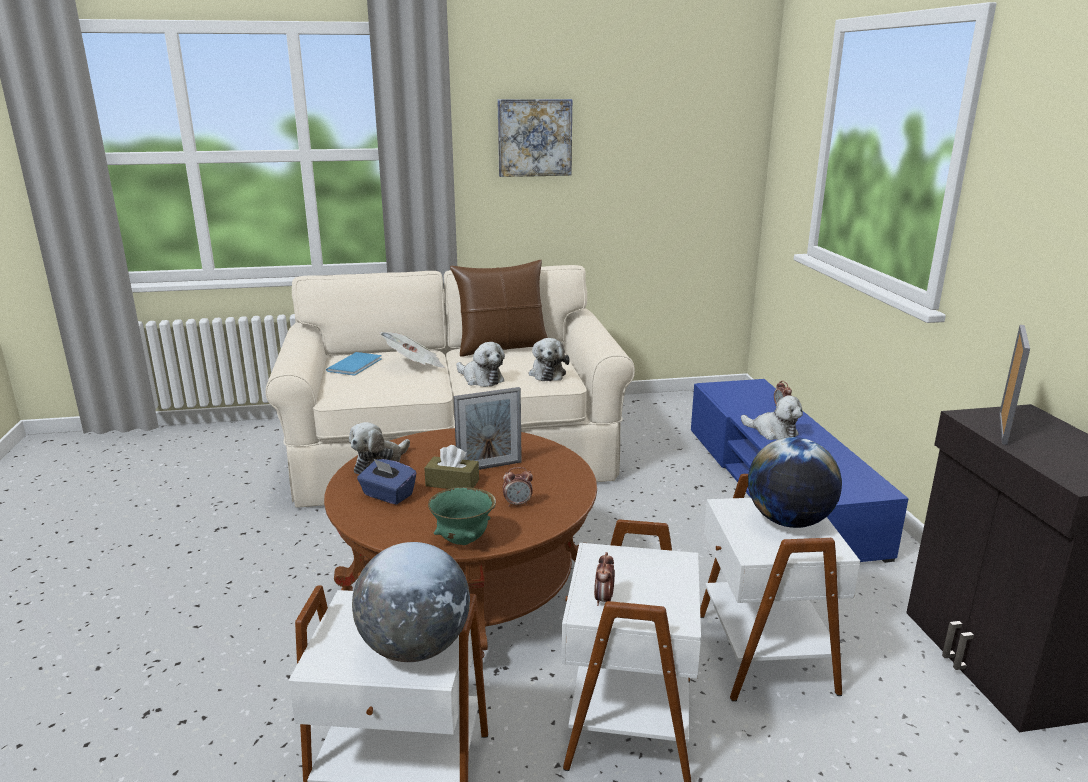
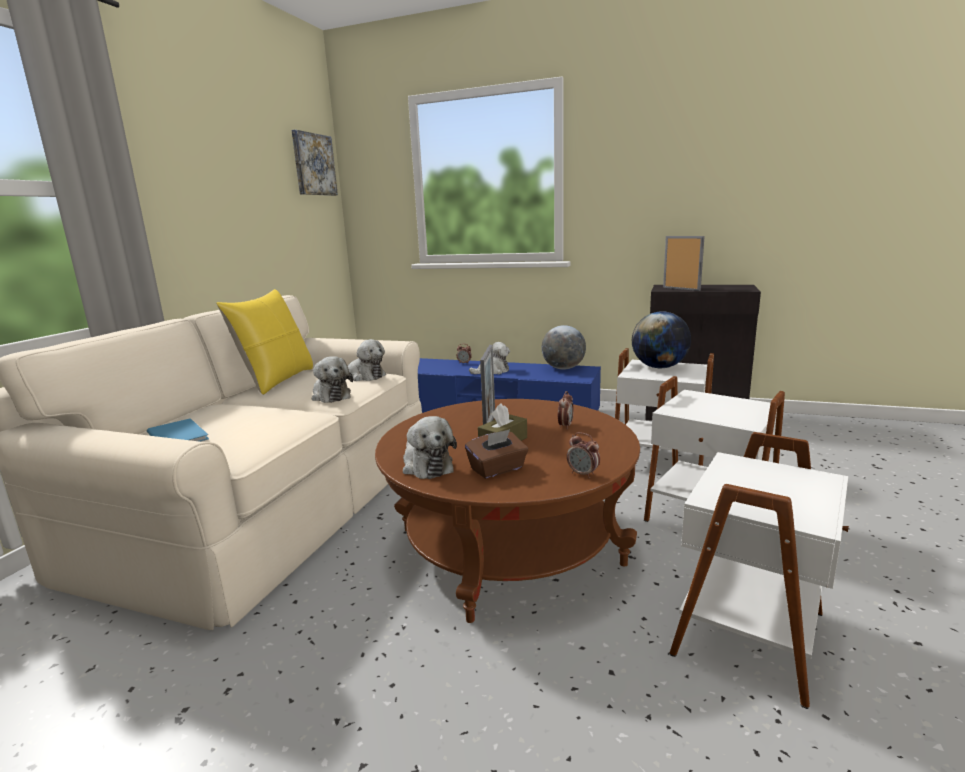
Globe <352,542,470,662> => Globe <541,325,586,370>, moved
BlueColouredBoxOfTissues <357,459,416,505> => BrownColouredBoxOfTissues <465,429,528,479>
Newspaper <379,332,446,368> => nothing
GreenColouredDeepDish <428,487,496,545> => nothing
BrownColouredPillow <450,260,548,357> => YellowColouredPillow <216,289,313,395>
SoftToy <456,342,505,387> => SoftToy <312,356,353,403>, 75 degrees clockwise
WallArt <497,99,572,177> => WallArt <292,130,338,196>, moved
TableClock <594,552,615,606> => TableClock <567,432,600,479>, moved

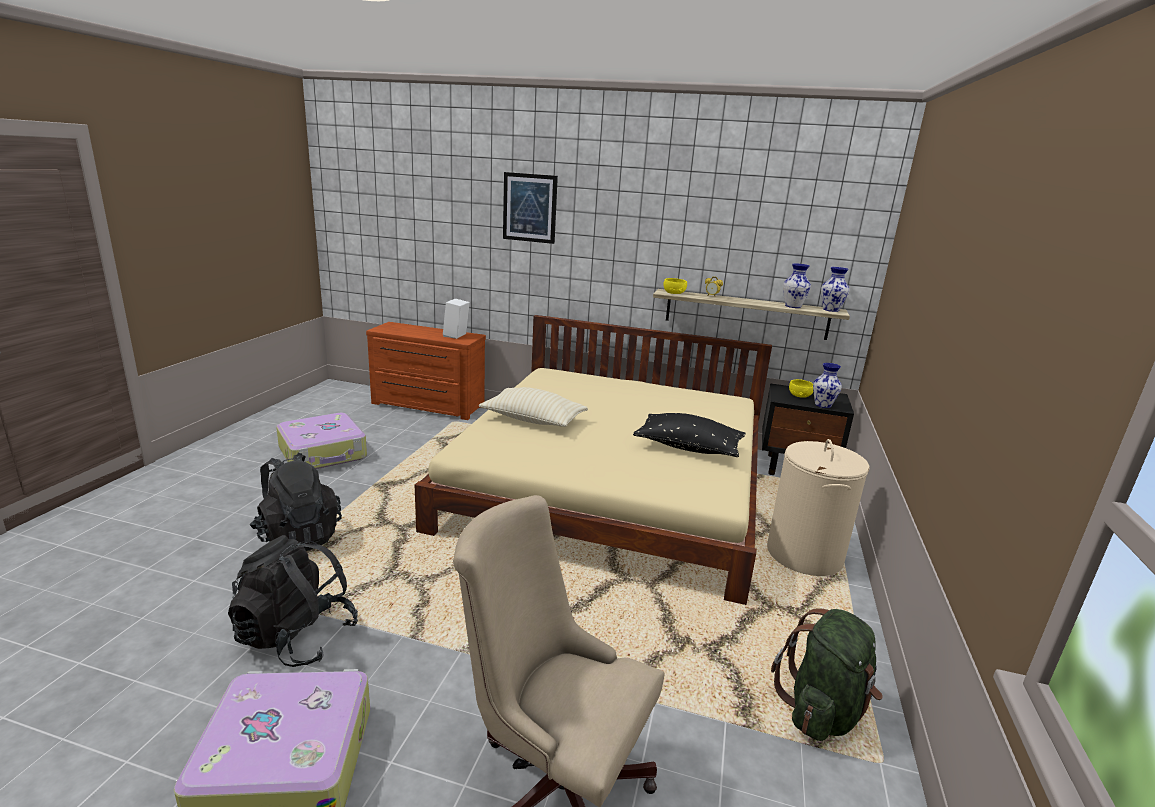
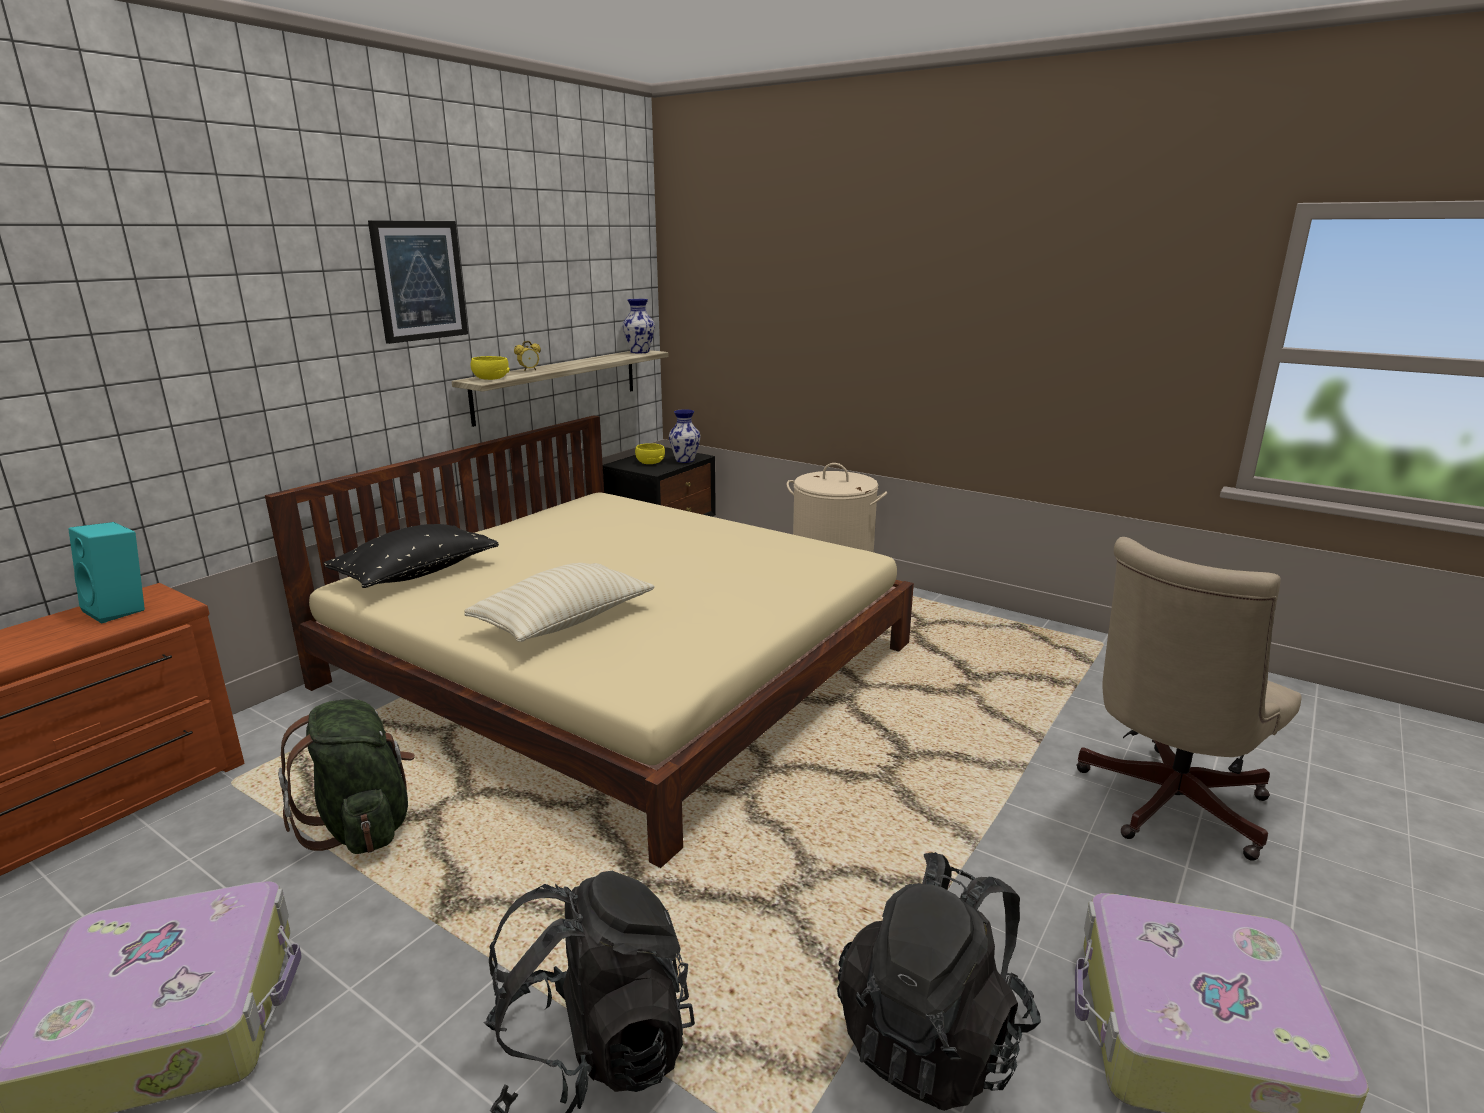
WhitishSpeaker <443,298,470,339> => TurquoiseColouredSpeaker <68,522,145,624>
WallArt <503,172,558,244> => WallArt <368,220,468,344>, moved
BlackColouredPillow <633,413,746,457> => BlackColouredPillow <324,524,499,588>, moved
GreenColouredBackpack <771,608,883,741> => GreenColouredBackpack <278,699,415,854>, moved
DecorativeVase <783,263,811,308> => nothing

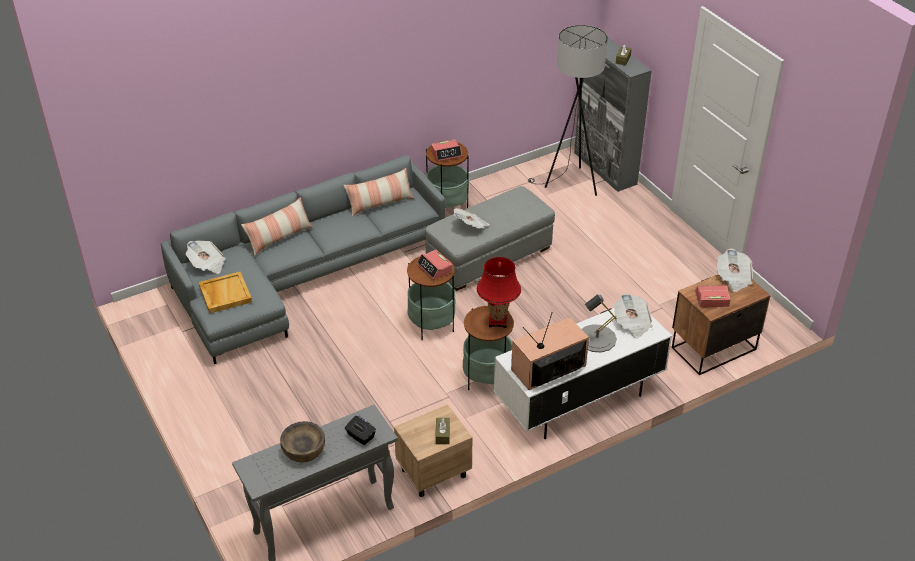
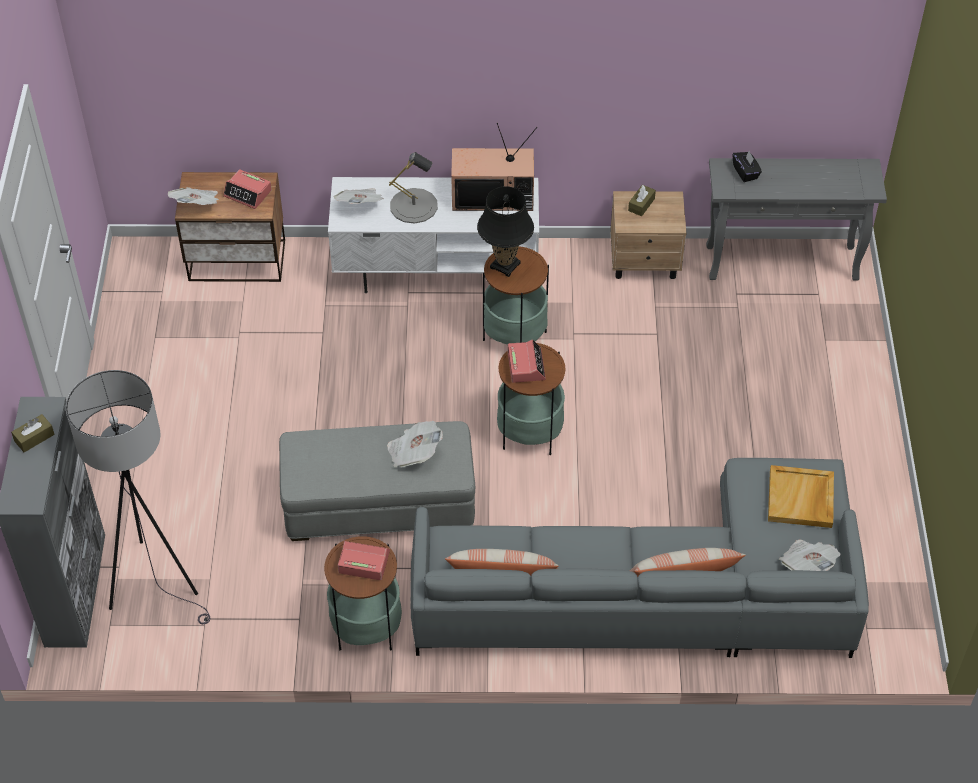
BrownColouredDeepDish <280,421,325,463> => nothing
RedTabletopLamp <477,257,521,328> => BlackColouredTabletopLamp <477,186,534,277>

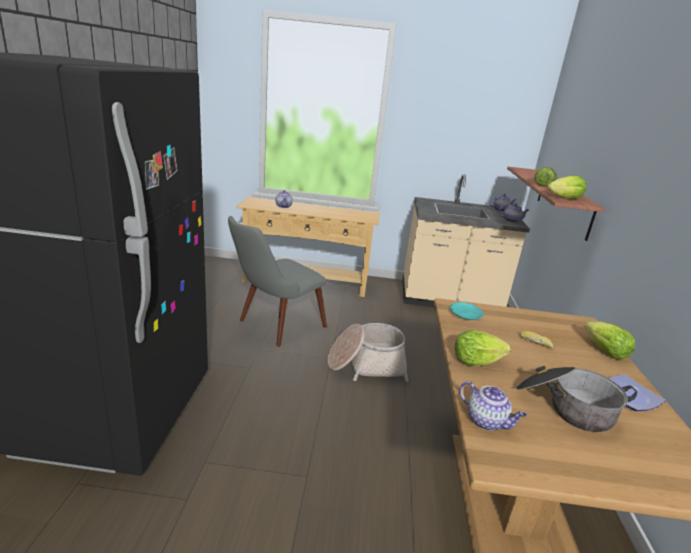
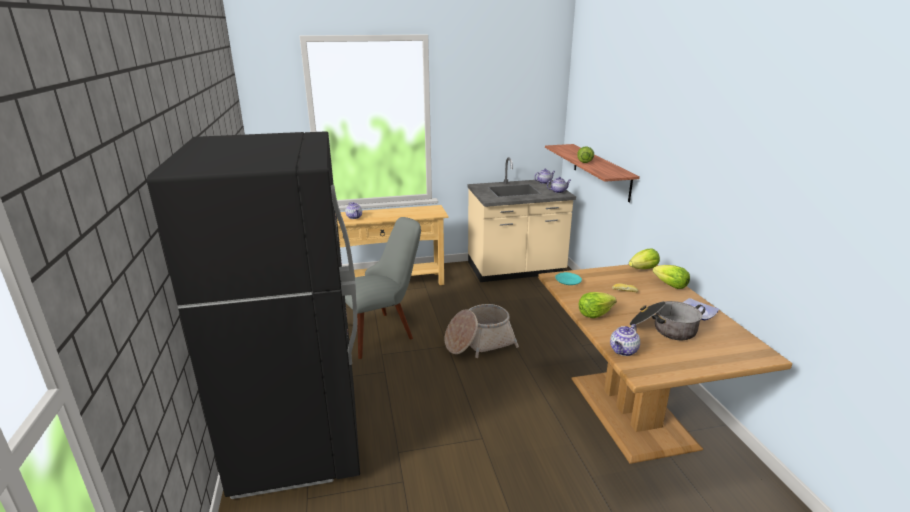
GreyUprightChair <228,216,327,347> => GreyUprightChair <345,217,421,359>, 150 degrees counterclockwise
TeaPot <459,381,527,431> => TeaPot <610,324,640,356>, 105 degrees clockwise
LettuceHead <547,176,586,199> => LettuceHead <629,249,660,269>, moved

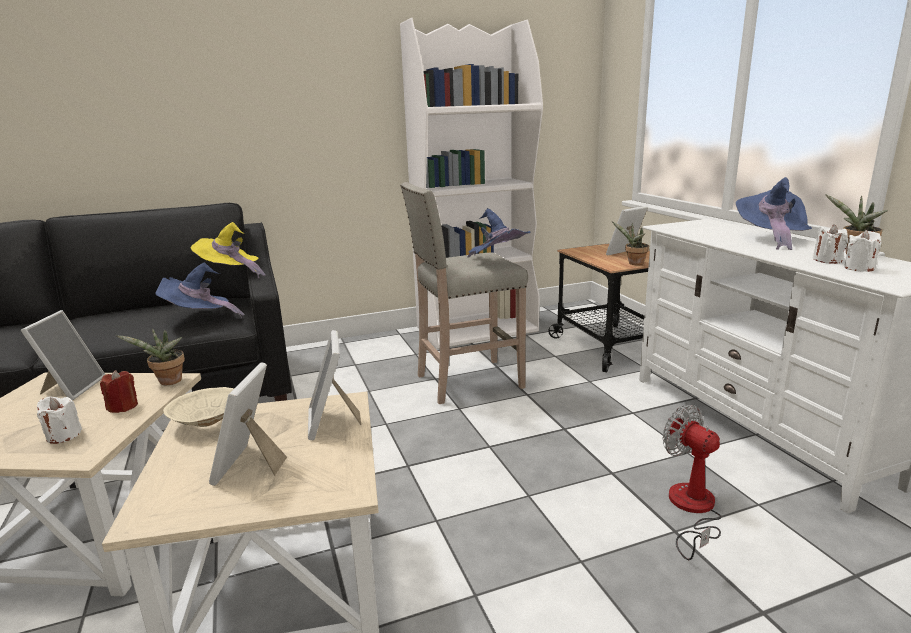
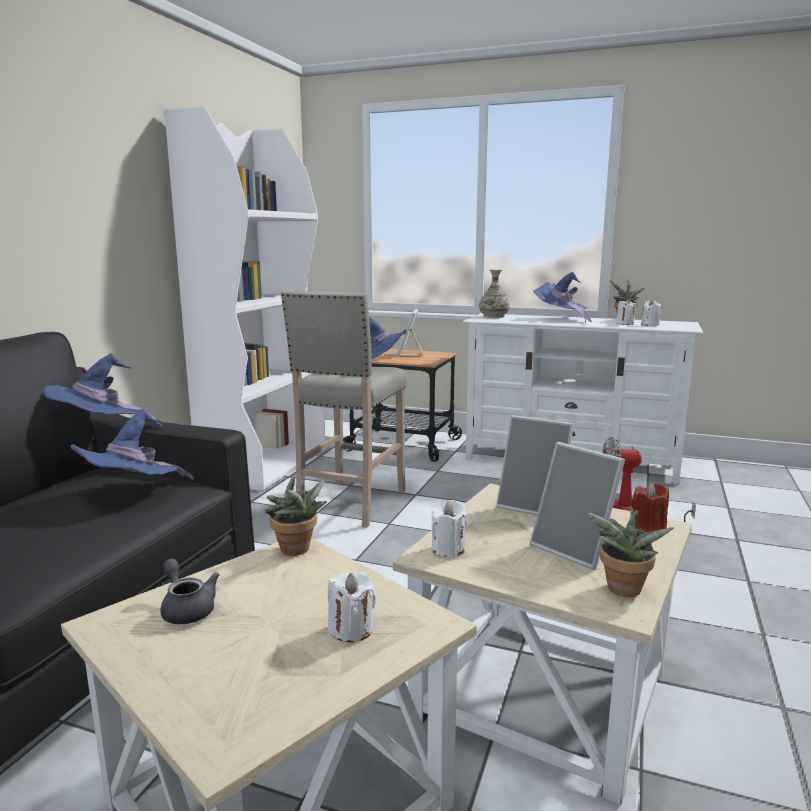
PhotoFrame <21,310,106,400> => GreyTeaPot <160,558,220,624>
RedCandle <100,370,138,413> => RedCandle <631,483,669,532>, moved
BeigeDeepDish <163,387,234,427> => WhitishCandle <431,500,467,557>
YellowColouredClothingHat <191,222,266,278> => BlueColouredClothingHat <44,353,162,427>
PlantInAPot <612,222,649,265> => PlantInAPot <585,507,673,597>, moved
nothing => DecorativeVase <479,269,510,318>

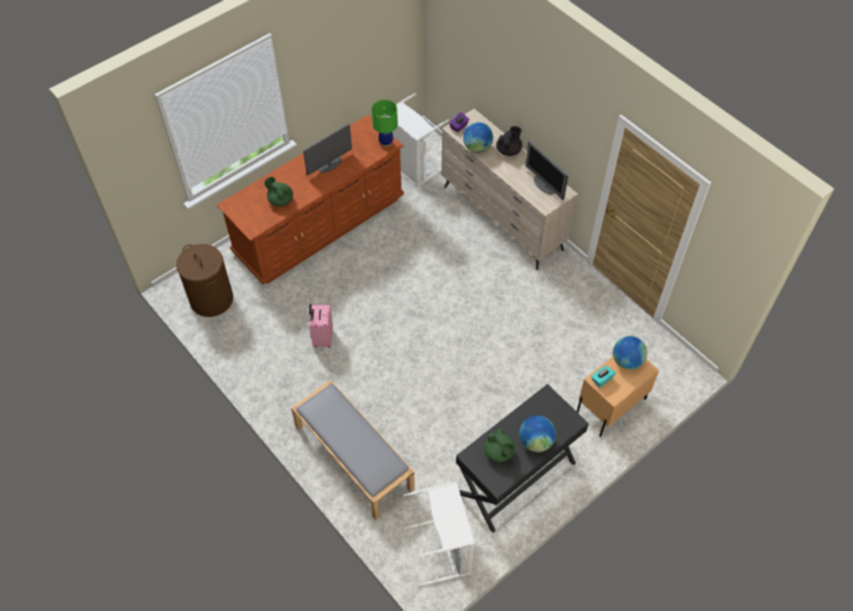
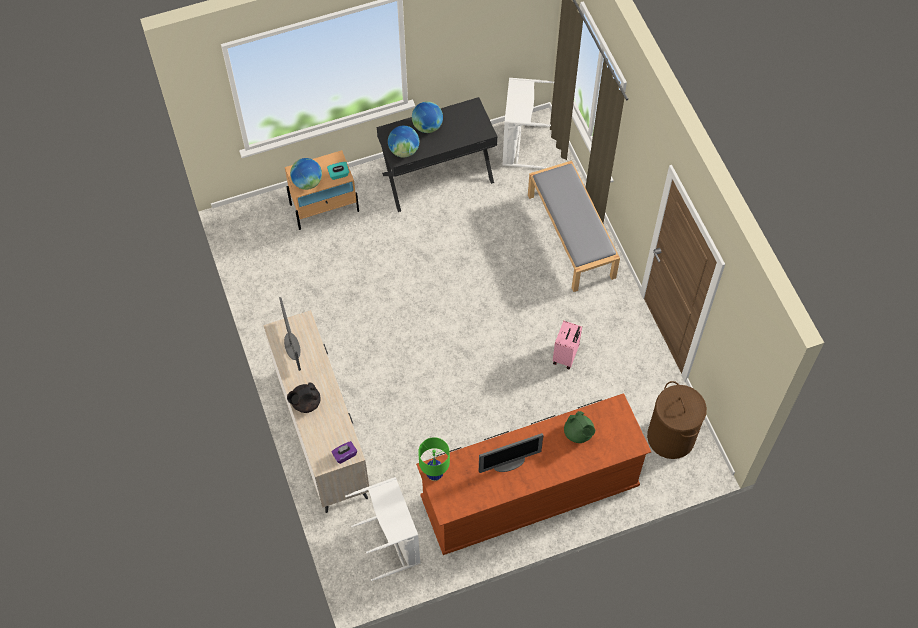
Globe <463,122,493,153> => Globe <388,126,419,158>, moved
GreenColouredTeaPot <484,429,516,462> => nothing

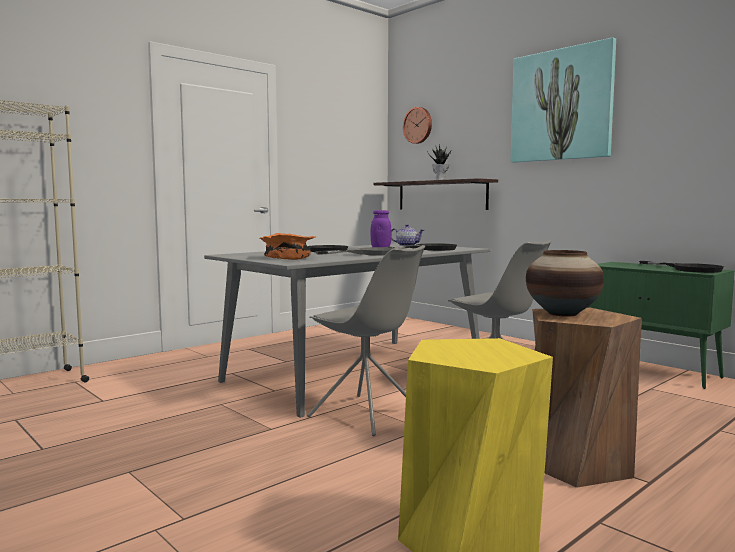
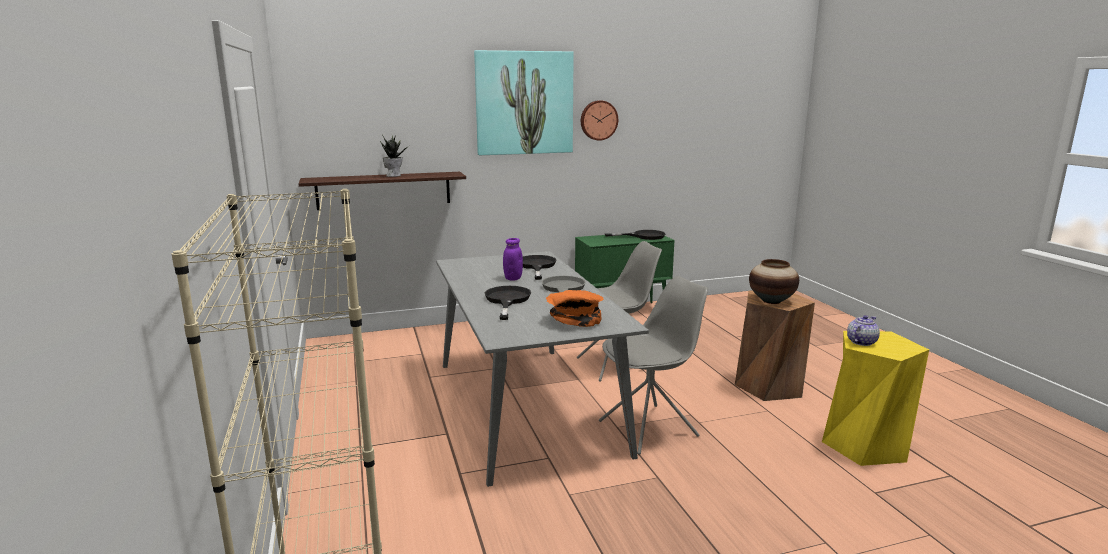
TeaPot <392,224,424,246> => TeaPot <847,315,880,346>, moved
ClockOnTheWall <403,107,432,144> => ClockOnTheWall <581,100,618,141>, moved

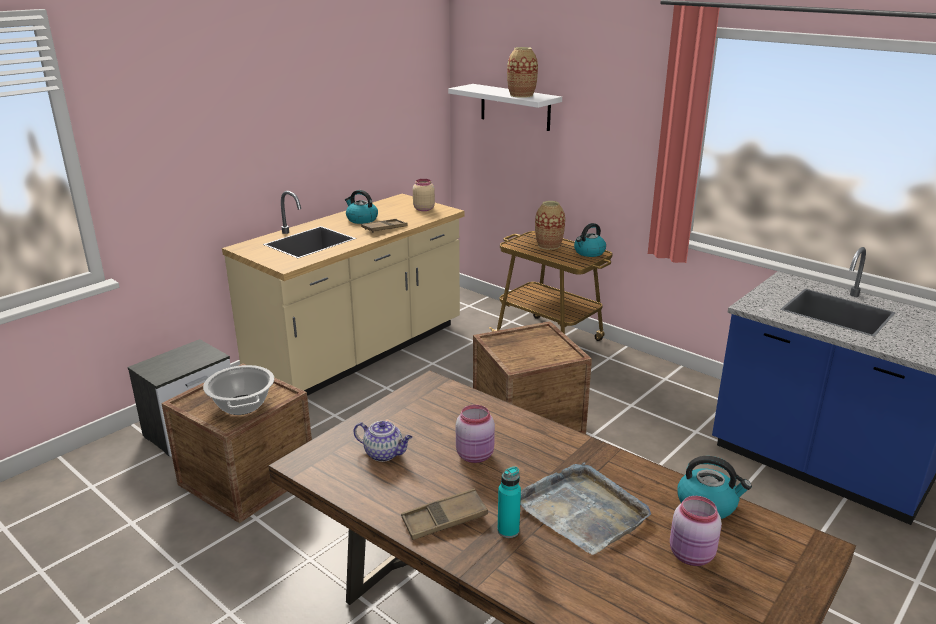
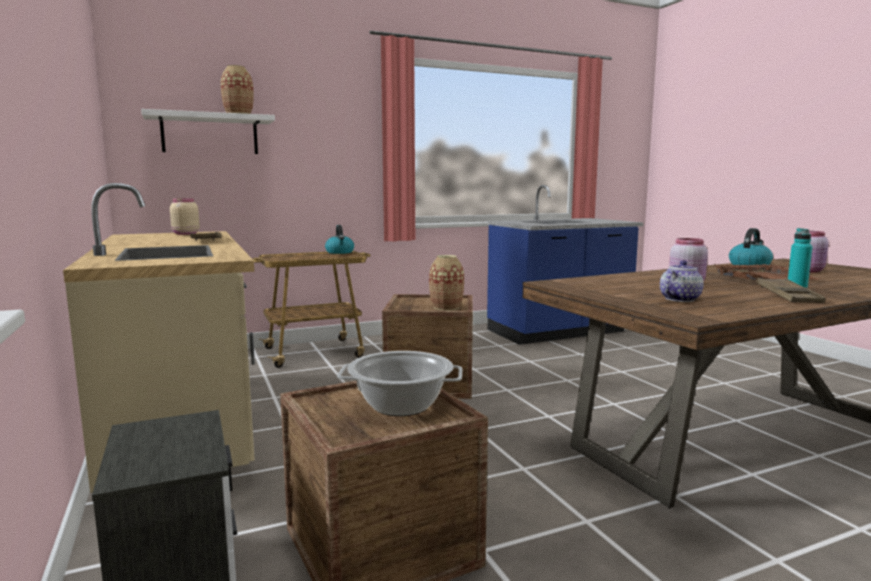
TeaKettle <345,190,378,224> => nothing
GreyTray <520,462,651,555> => BrownColouredTray <713,264,821,280>
DecorativeVase <535,201,565,250> => DecorativeVase <429,255,464,310>, moved

